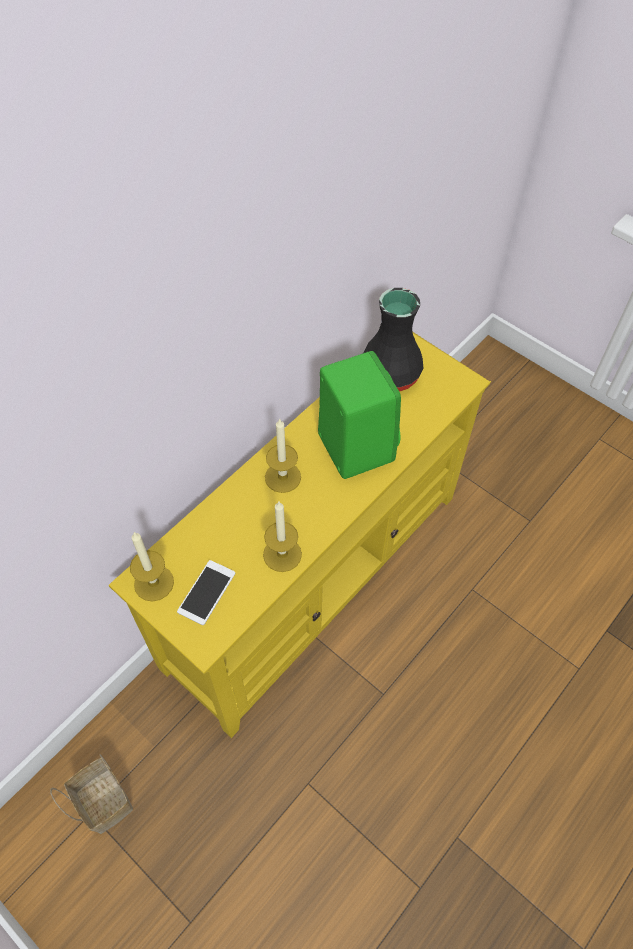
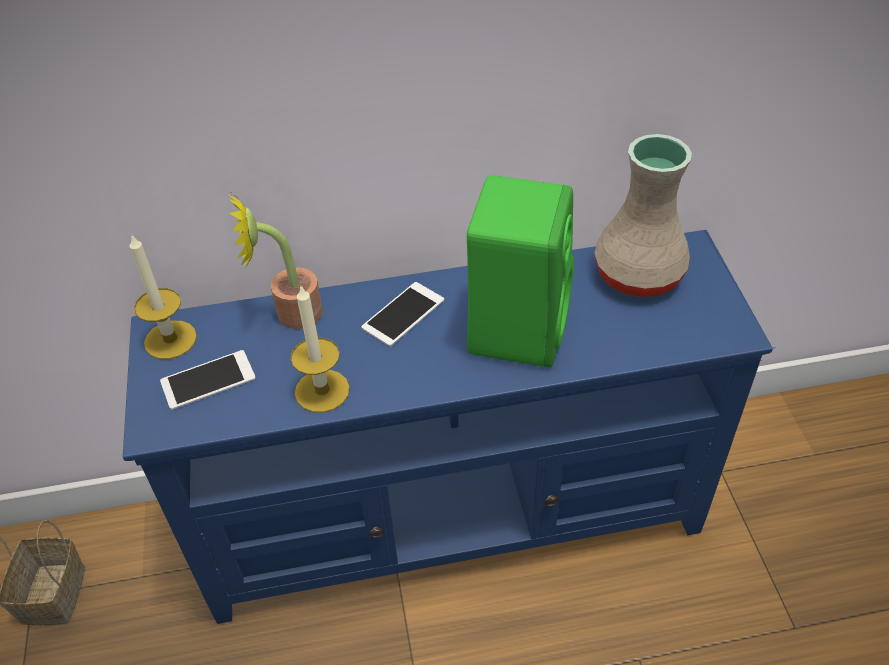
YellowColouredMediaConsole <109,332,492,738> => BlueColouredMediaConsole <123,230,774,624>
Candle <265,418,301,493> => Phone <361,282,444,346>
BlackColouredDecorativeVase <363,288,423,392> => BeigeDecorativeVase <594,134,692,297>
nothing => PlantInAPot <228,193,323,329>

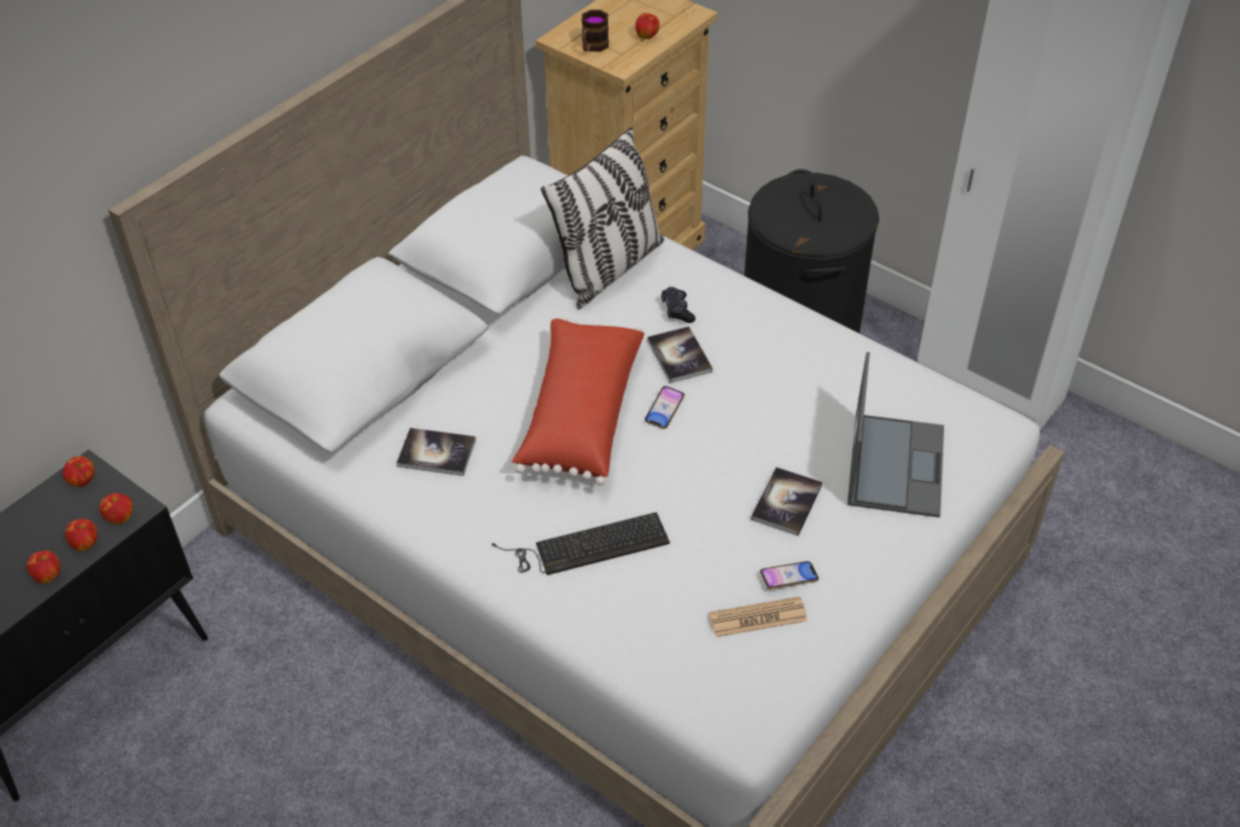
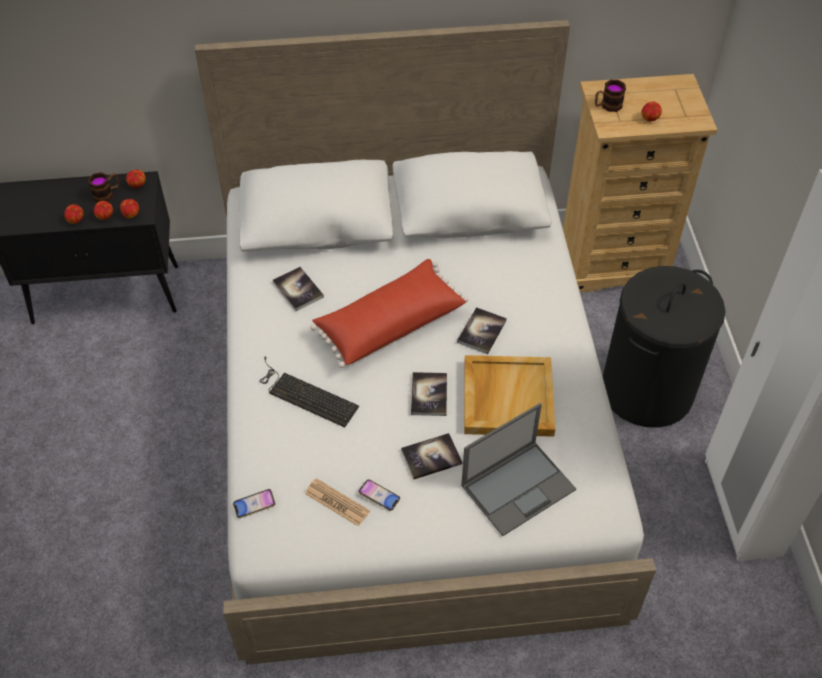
Pillow <541,127,664,310> => nothing
Phone <644,386,685,429> => Phone <233,489,275,518>, moved
BlackColouredGamepad <661,287,696,323> => nothing
nothing => Mug <88,172,119,202>
nothing => Volume <411,372,447,416>
nothing => BeigeTray <464,355,556,437>

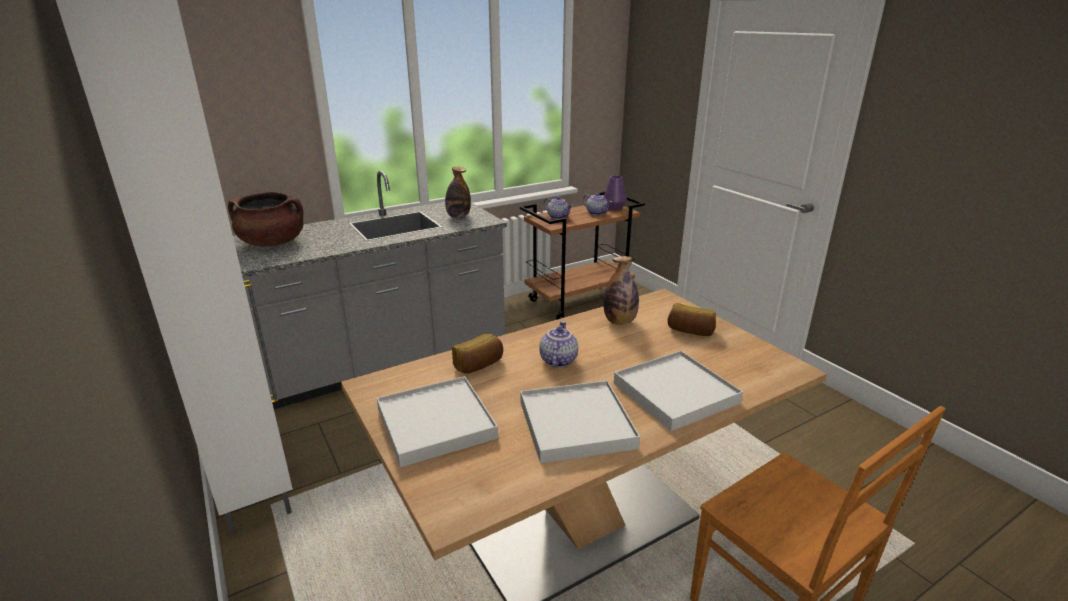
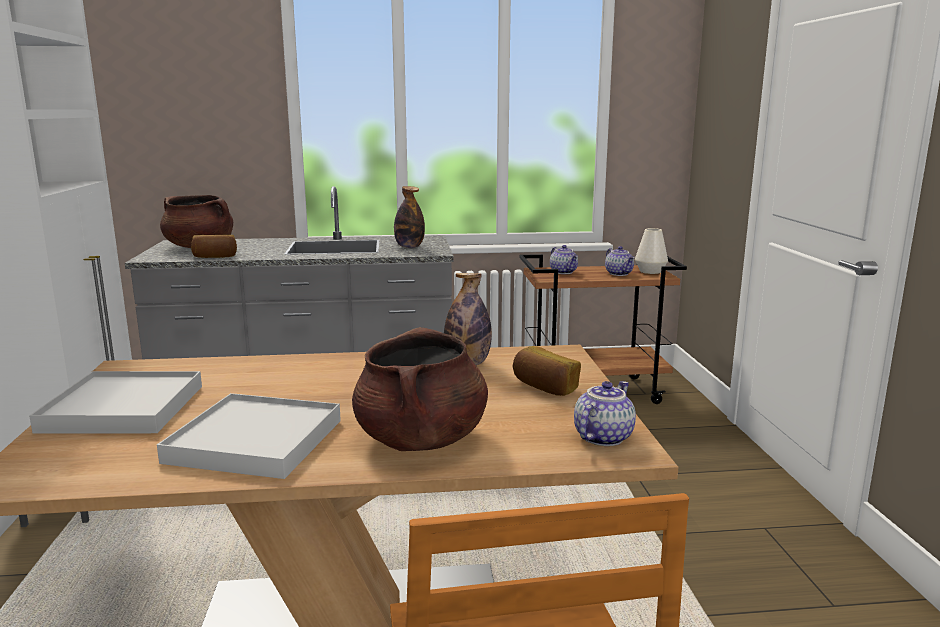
Bread <452,334,503,374> => Bread <191,235,237,258>, moved
TeaPot <539,321,578,367> => TeaPot <574,381,636,446>, moved
PurpleDecorativeVase <604,176,627,210> => WhitishDecorativeVase <635,228,668,274>
WhitishTray <614,351,743,431> => BrownColouredCookingPot <352,327,488,451>

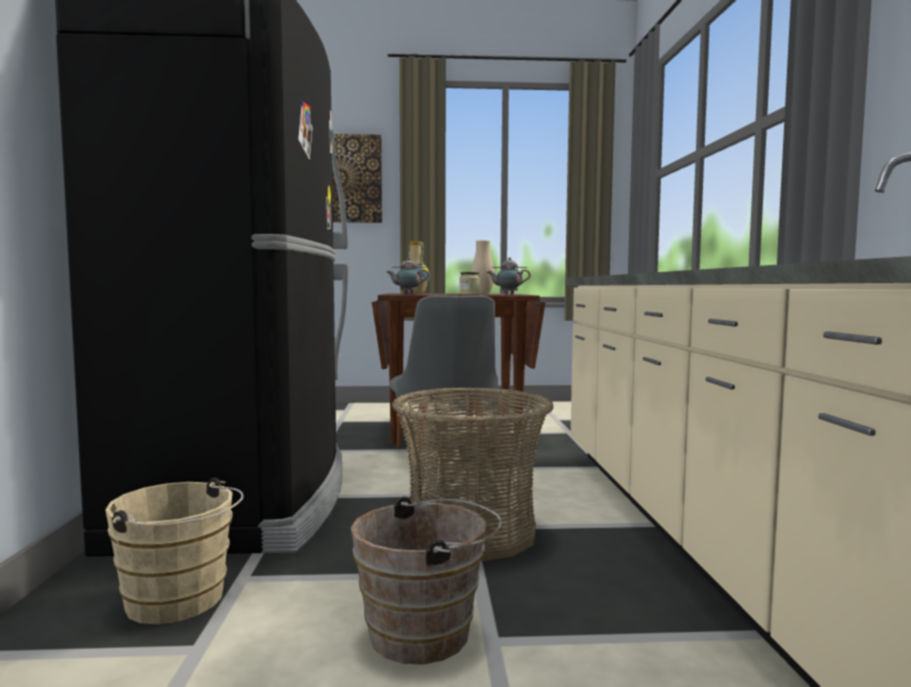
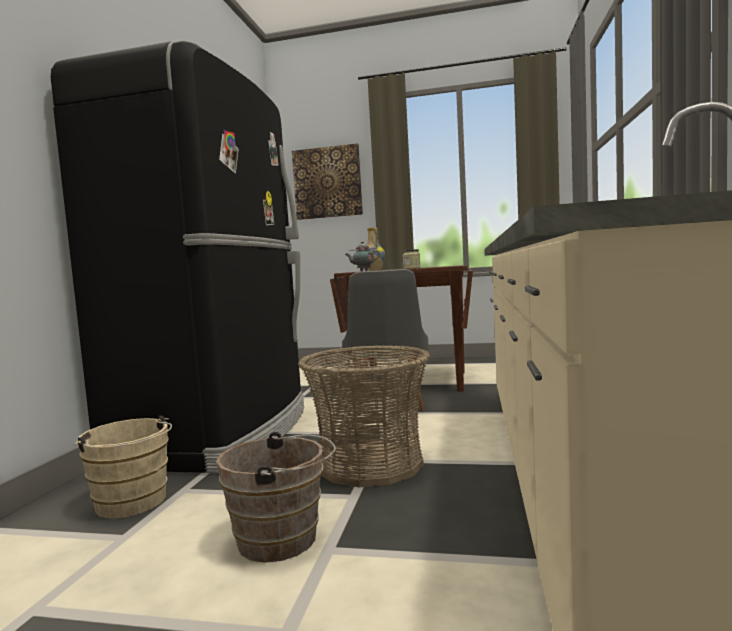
BeigeDecorativeVase <471,240,495,294> => nothing
TeaPot <487,258,531,295> => nothing

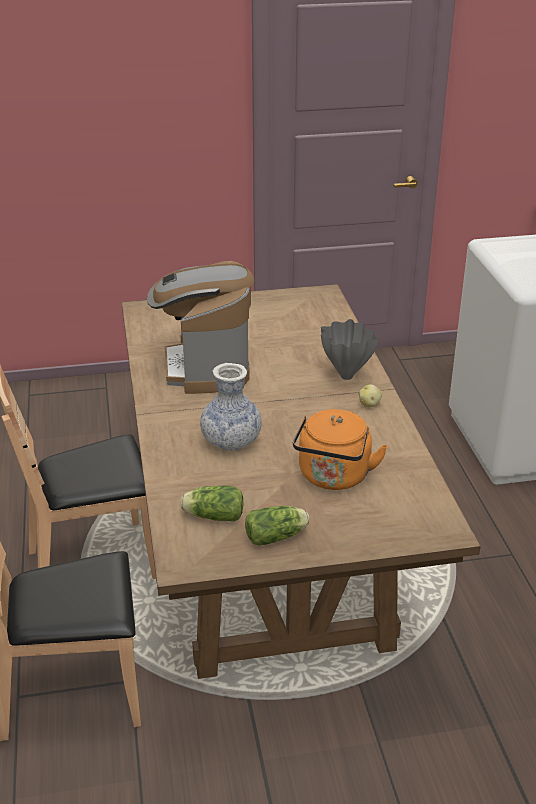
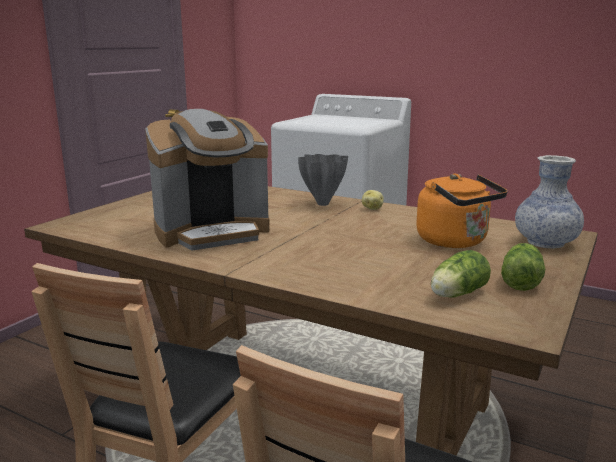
CoffeeMaker <147,261,254,394> => CoffeeMaker <145,109,270,251>, 60 degrees counterclockwise
DecorativeVase <200,363,262,451> => DecorativeVase <515,155,584,248>, moved

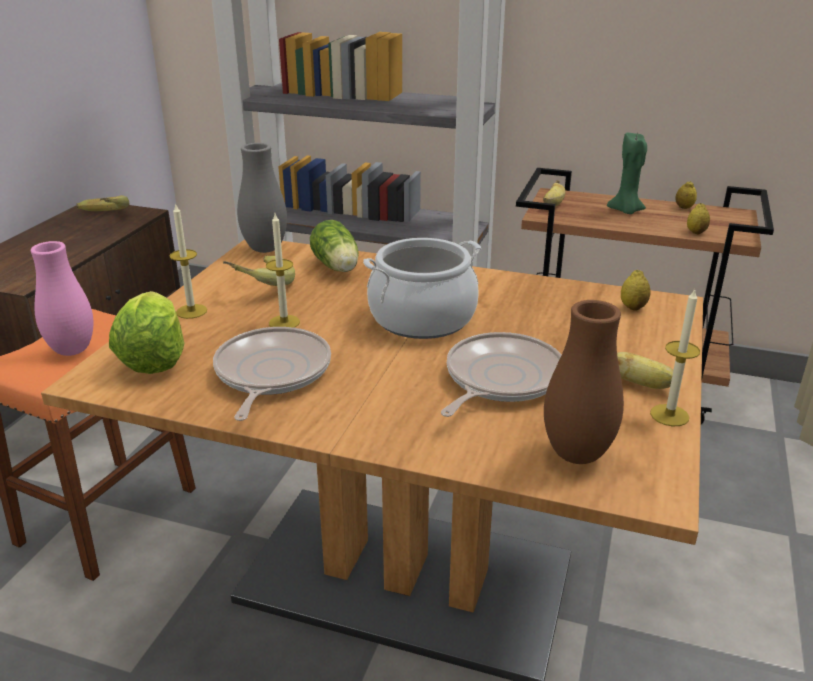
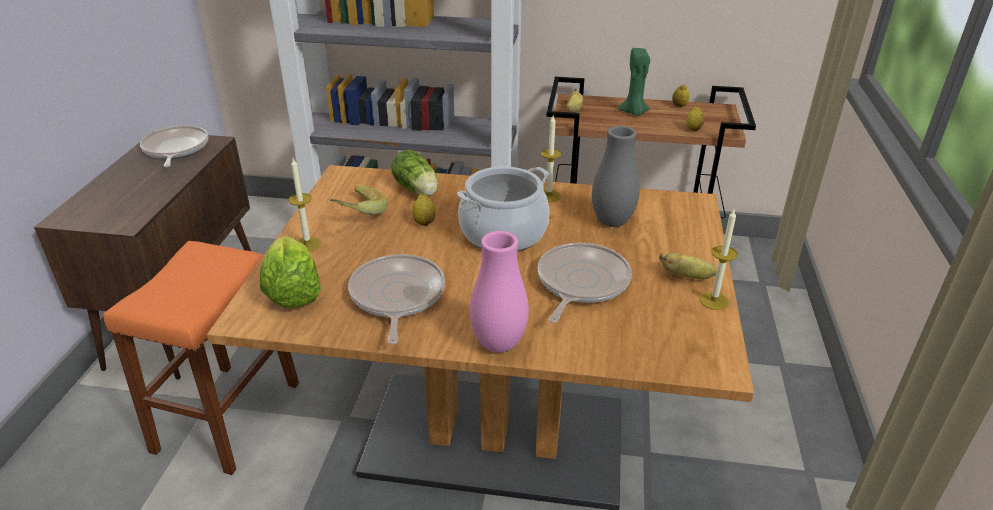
PinkColouredDecorativeVase <31,241,94,356> => PinkColouredDecorativeVase <470,231,529,352>, moved
BananaFruit <76,195,129,211> => Pan <140,125,208,167>
GreyDecorativeVase <237,143,287,253> => GreyDecorativeVase <592,126,639,227>, moved
Candle <266,214,300,328> => Candle <541,116,561,202>, moved
BrownColouredDecorativeVase <544,300,624,464> => nothing
WholeLemon <621,270,651,311> => WholeLemon <412,193,436,226>, moved

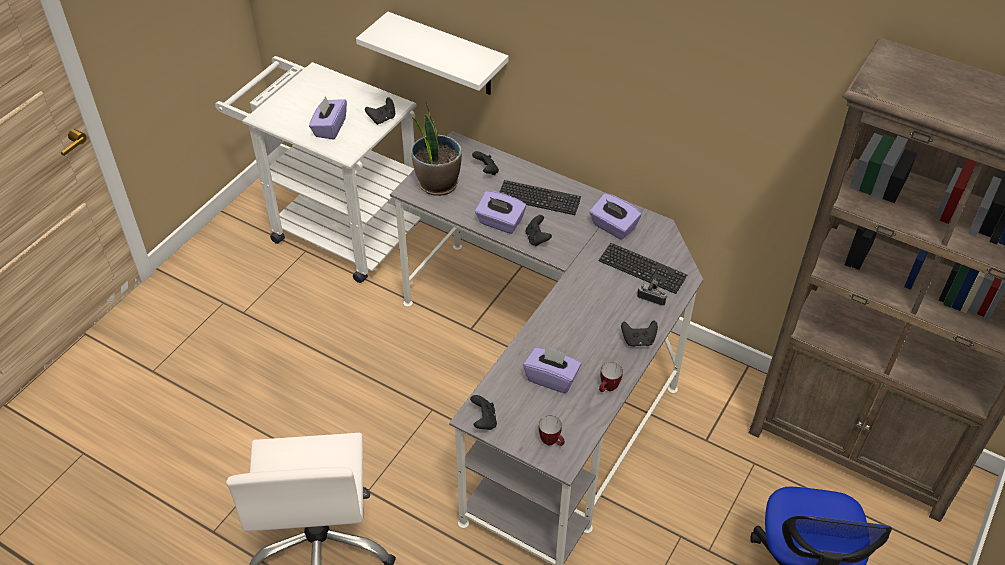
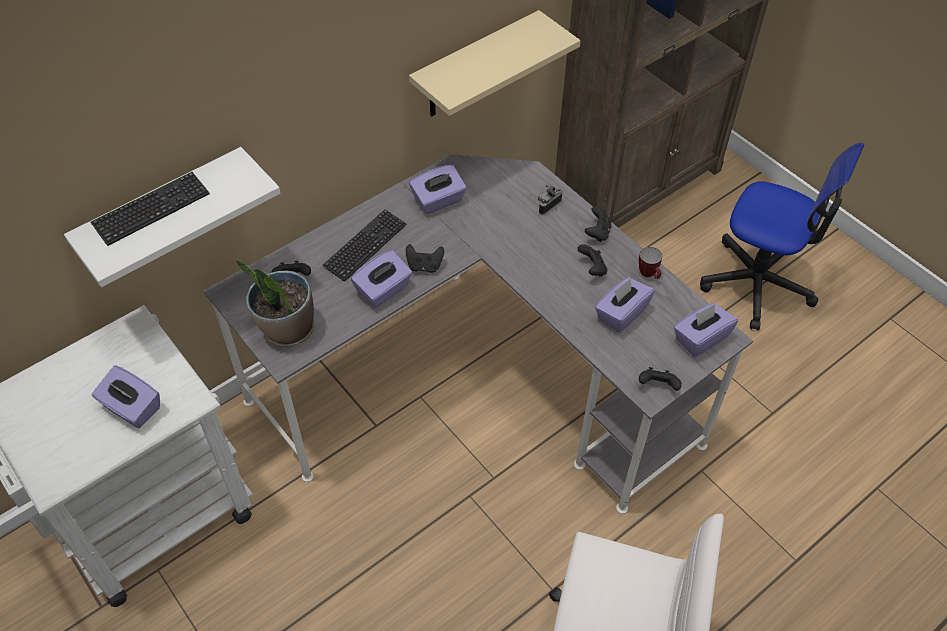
BlackColouredGamepad <365,97,395,125> => BlackColouredGamepad <577,244,608,276>, moved
Mug <539,416,565,446> => PurpleBoxOfTissues <674,303,738,357>
PcKeyboard <599,243,687,294> => PcKeyboard <91,172,210,246>, moved
nothing => BeigeShelf <409,10,581,117>

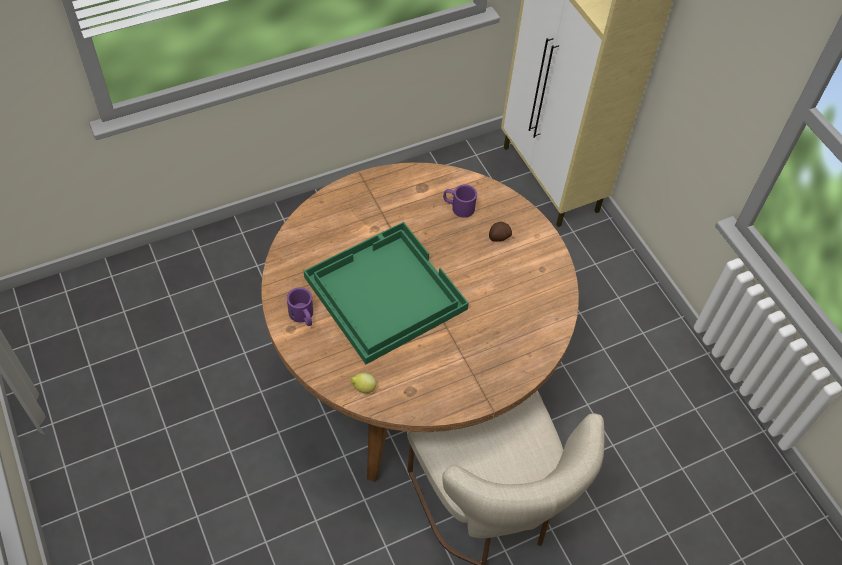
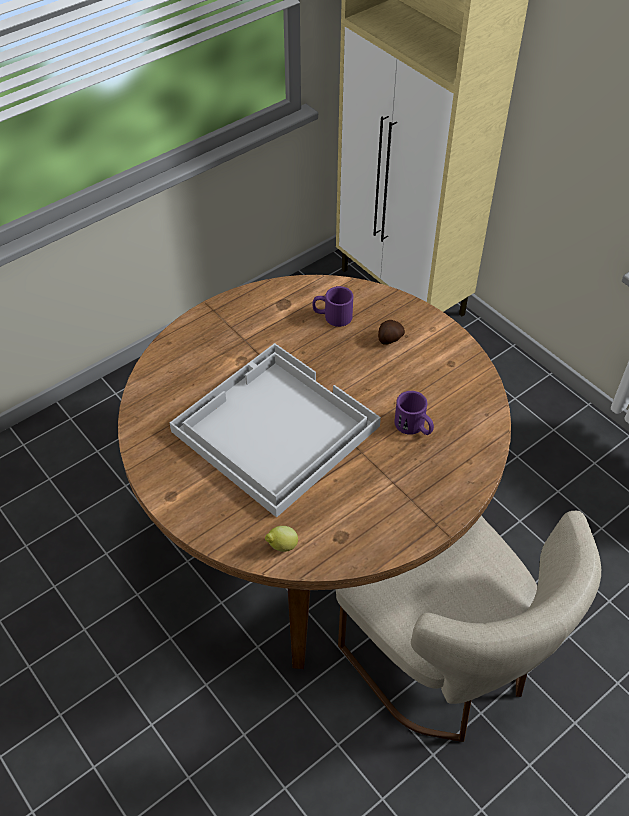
PurpleMug <287,287,313,326> => PurpleMug <394,391,434,435>, moved
GreenColouredTray <304,222,469,364> => WhitishTray <170,343,381,518>

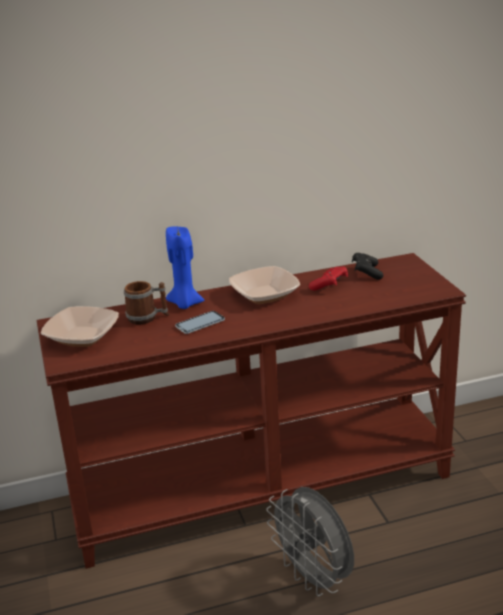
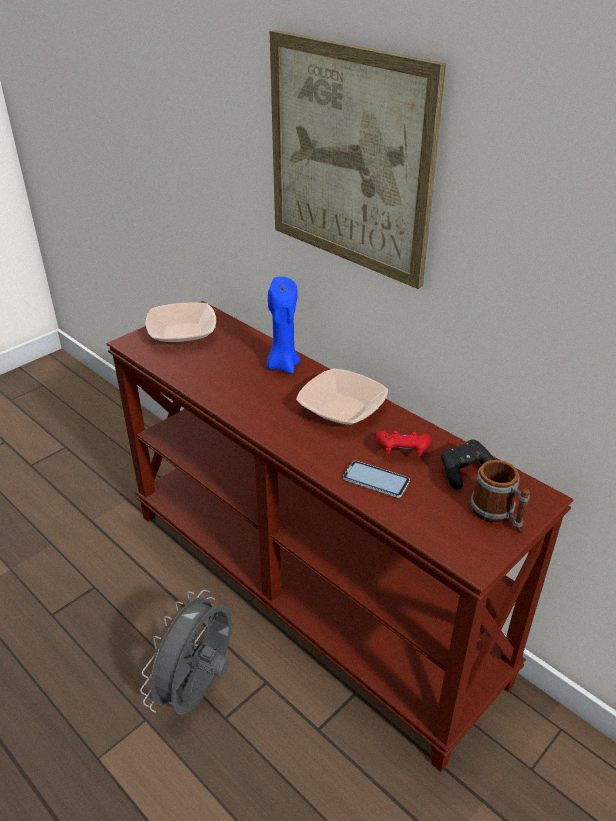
Mug <124,281,169,324> => Mug <471,460,530,533>, moved
Phone <175,311,225,334> => Phone <343,461,410,498>, moved
nothing => WallArt <270,30,446,289>

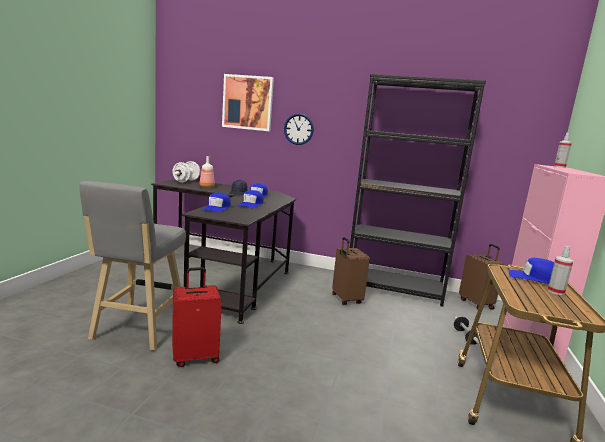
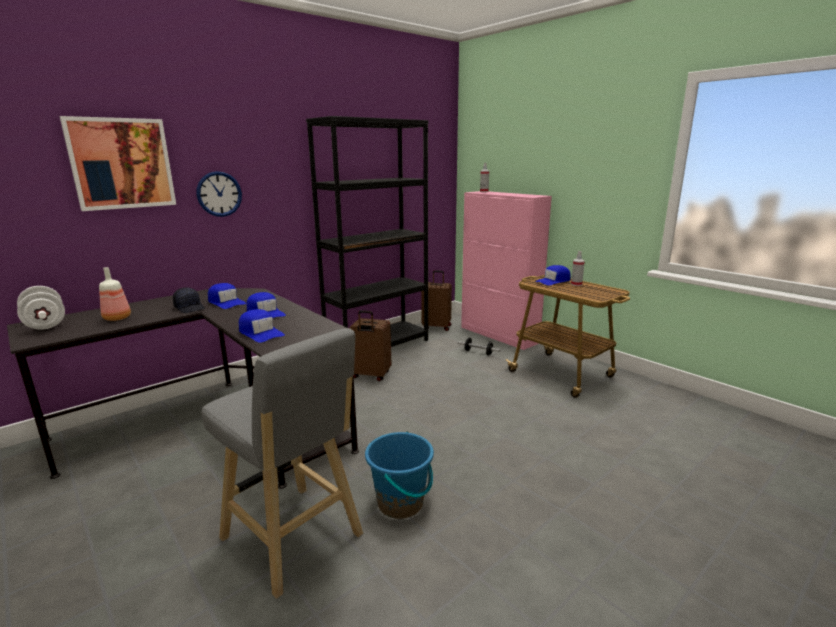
RedSuitcase <172,267,222,367> => BlueColouredWaterBucket <365,431,434,519>

